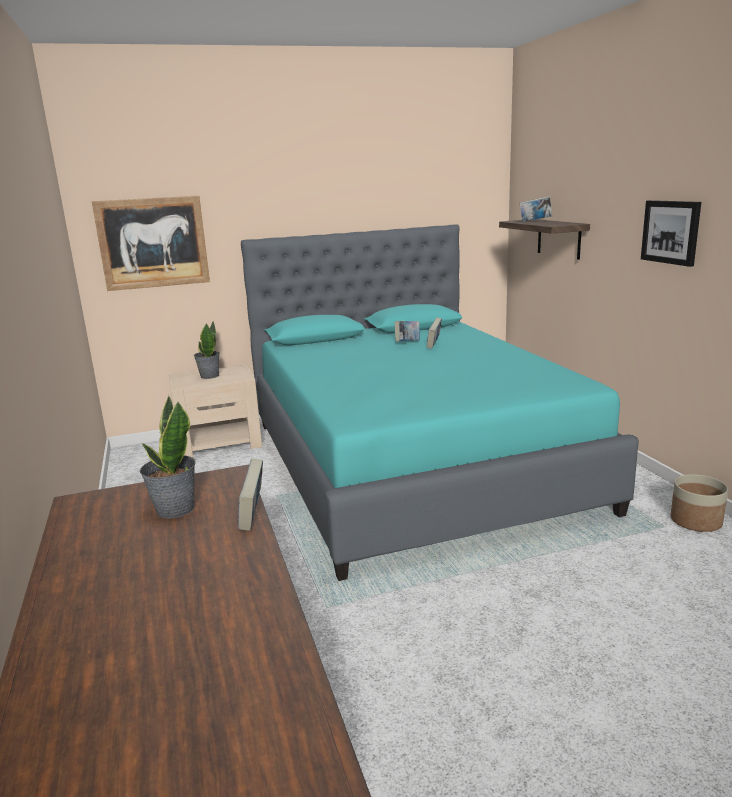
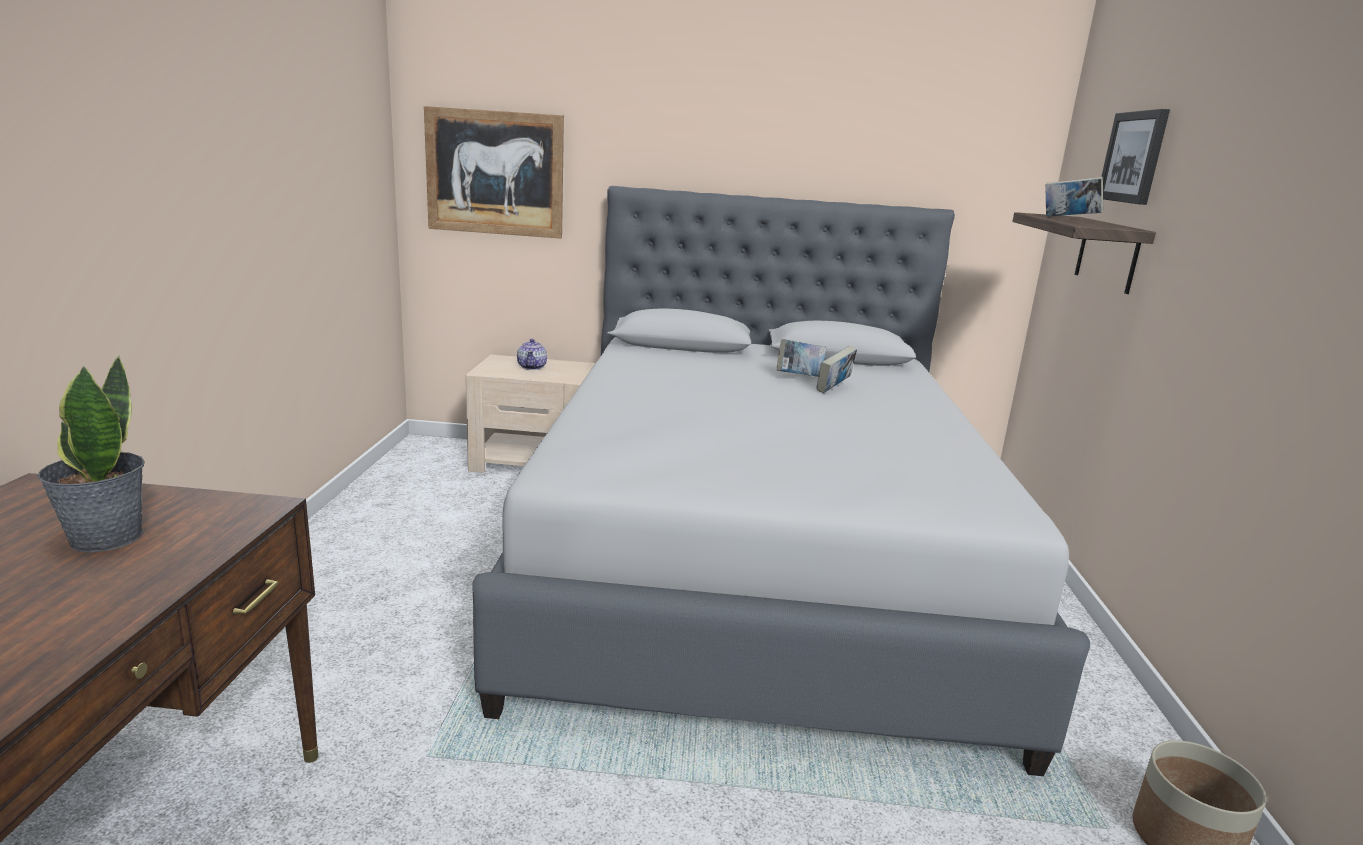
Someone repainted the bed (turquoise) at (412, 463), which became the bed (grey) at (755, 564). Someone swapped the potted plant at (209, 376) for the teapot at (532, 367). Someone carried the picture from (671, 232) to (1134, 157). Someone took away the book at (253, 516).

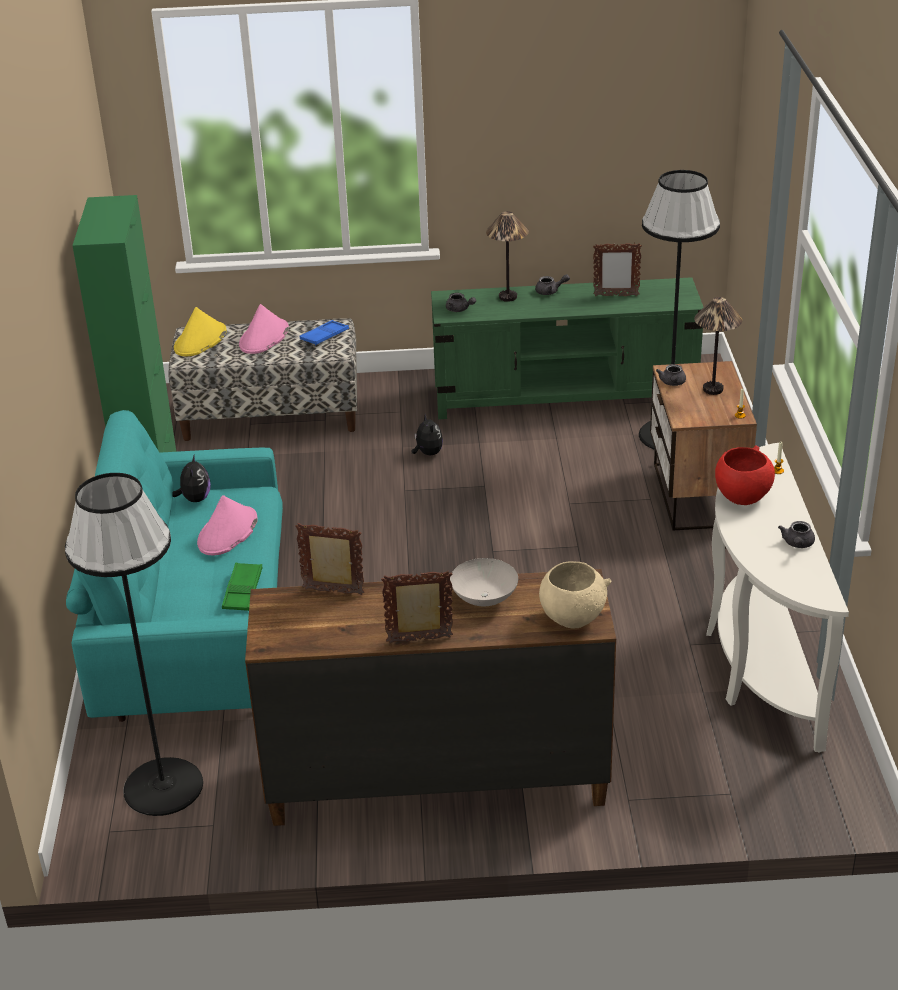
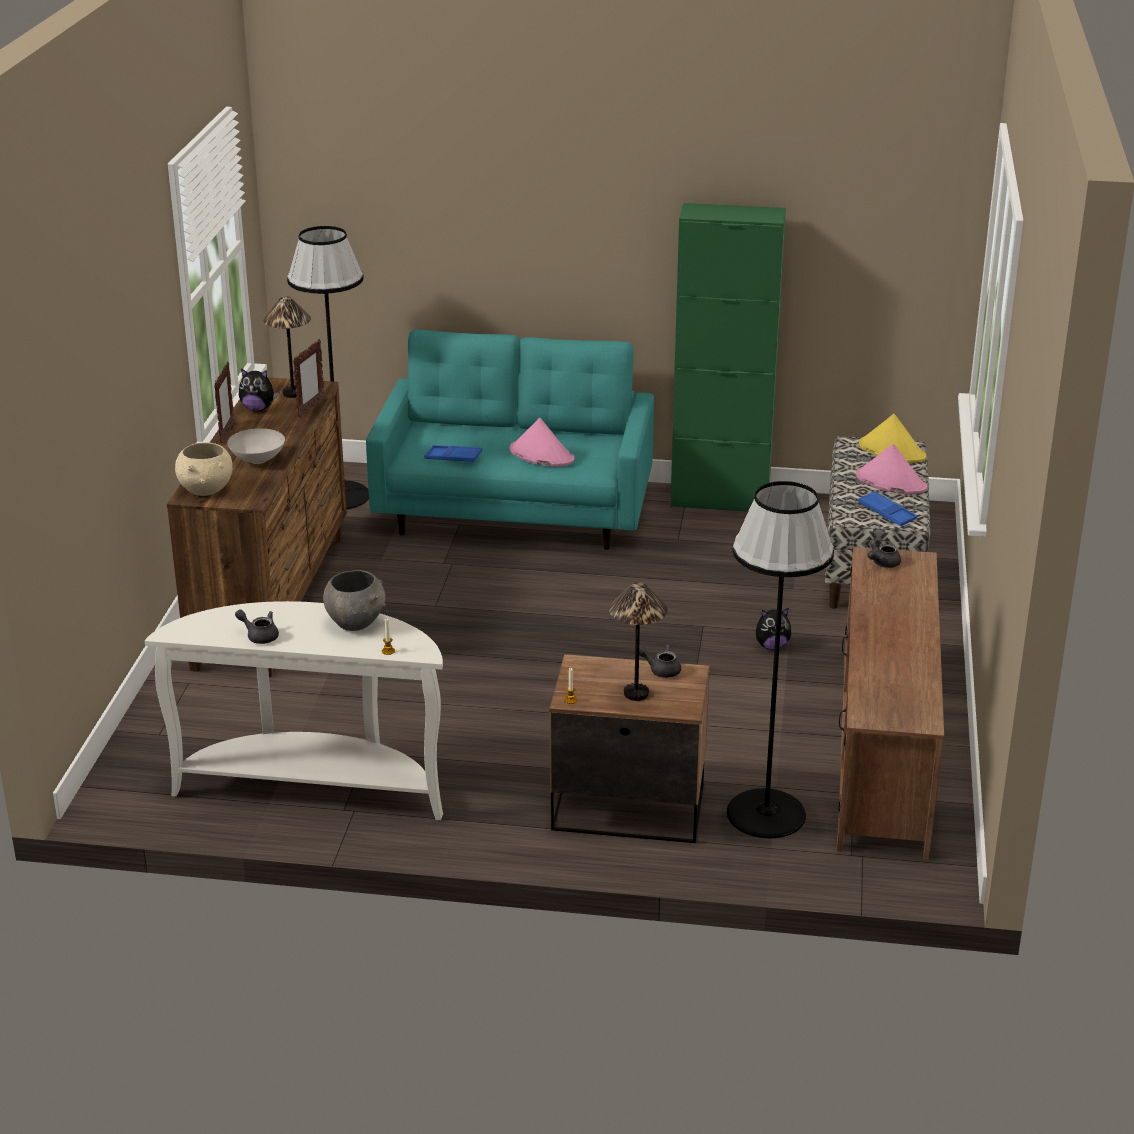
Someone carried the plush toy from (195, 499) to (258, 408). Someone carried the table lamp from (508, 297) to (292, 393). Someone repainted the bowl (red) at (742, 496), which became the bowl (grey) at (355, 622). Someone repainted the tray (green) at (243, 591), which became the tray (blue) at (453, 457). Someone repainted the tv stand (green) at (565, 395), which became the tv stand (brown) at (883, 752). Someone took away the teapot (grey) at (550, 291). Someone took away the picture frame at (615, 295).

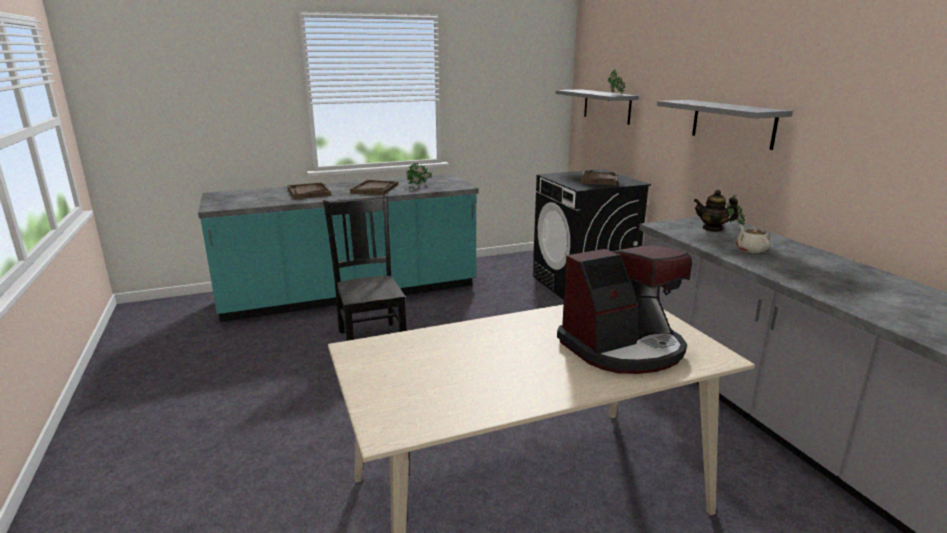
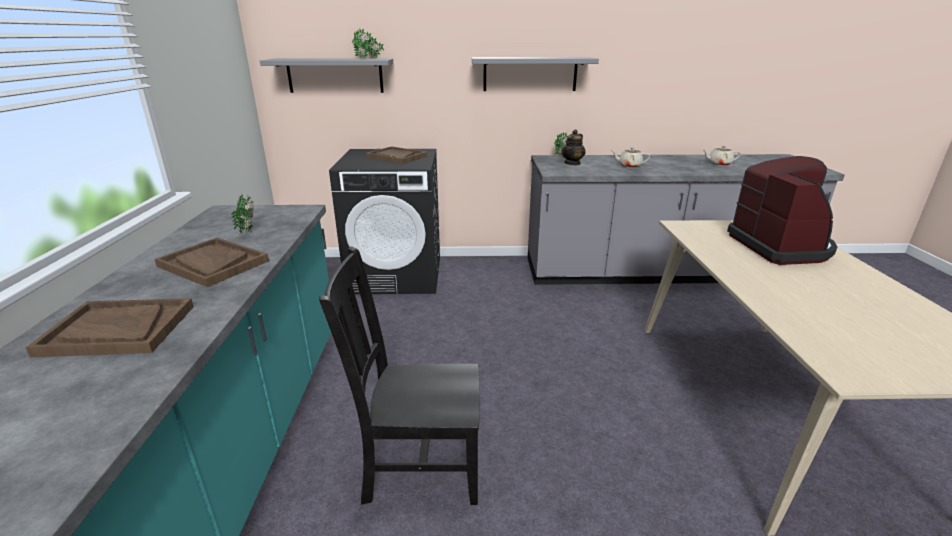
Someone put down the teapot (beige) at (719, 164).

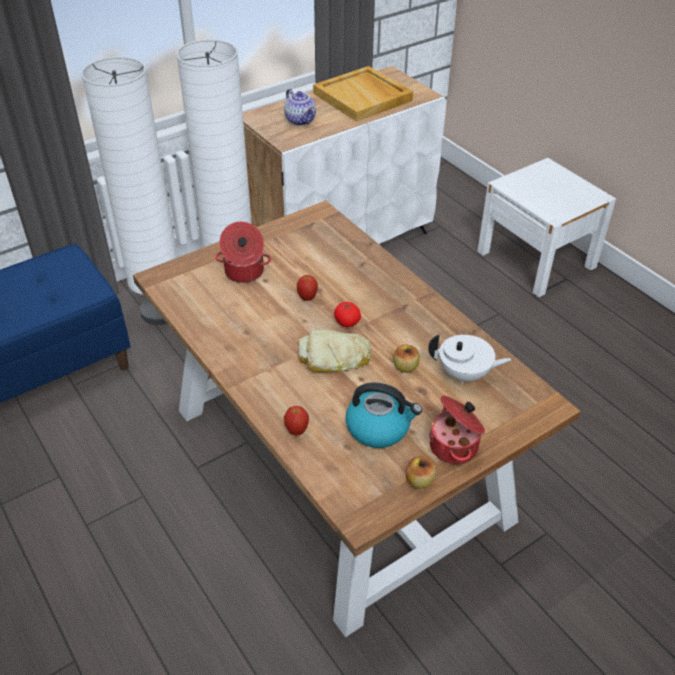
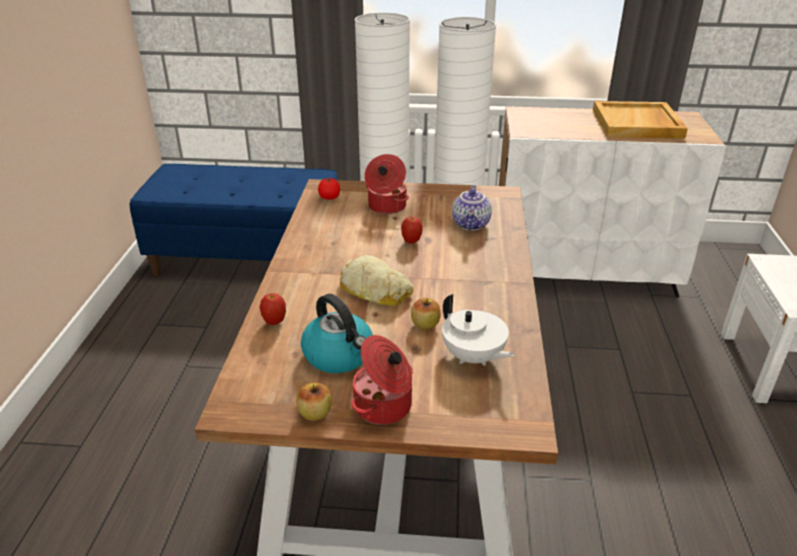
Someone carried the tomato from (347, 322) to (329, 197). Someone carried the teapot from (301, 120) to (472, 224).

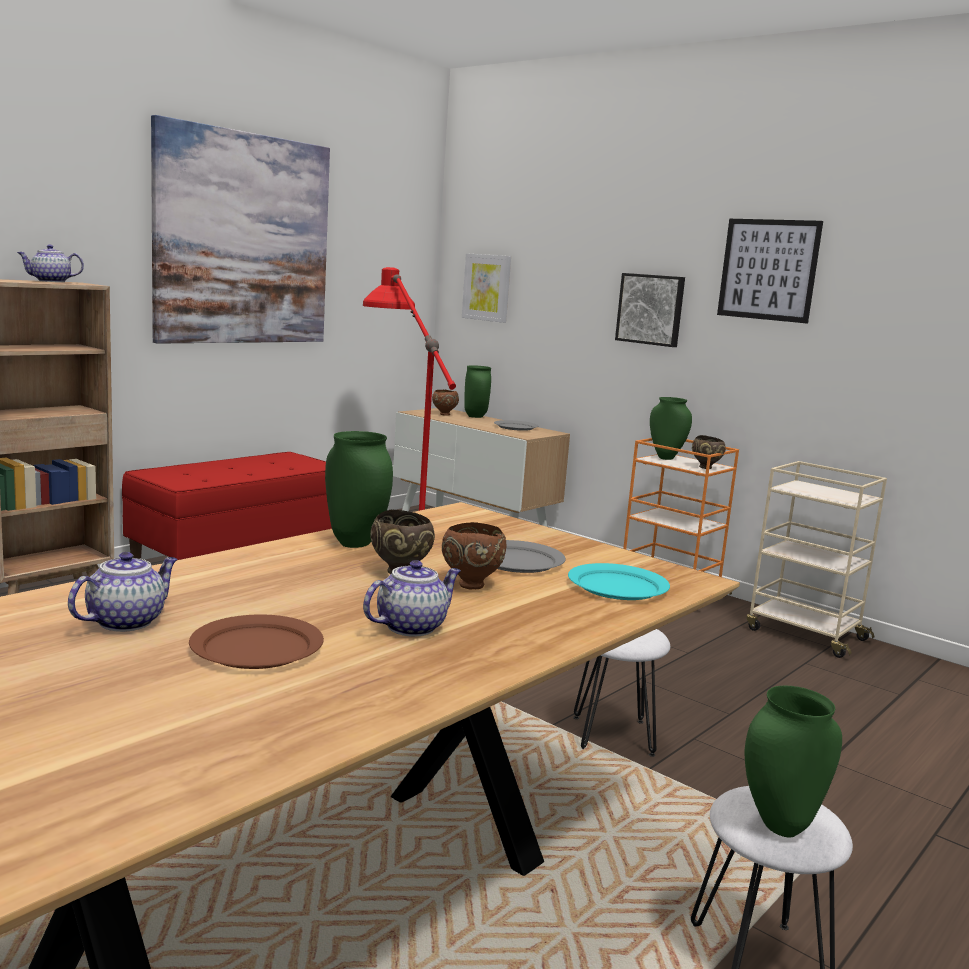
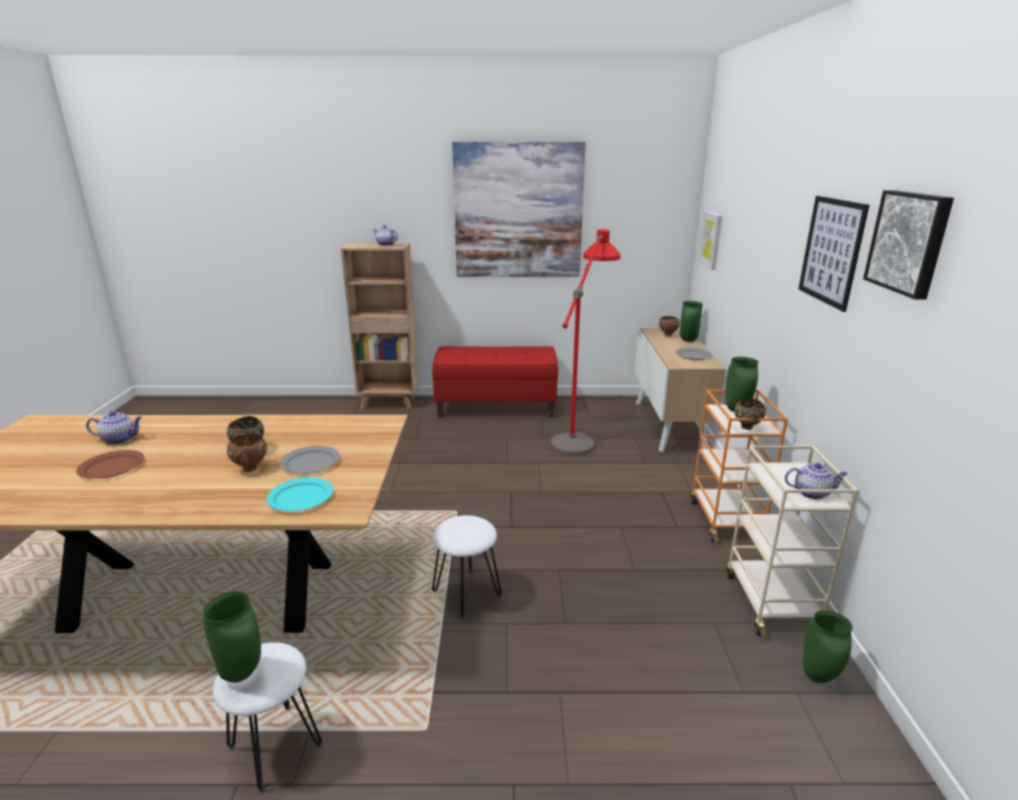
Someone carried the teapot from (412, 627) to (812, 493). Someone carried the vase (green) from (354, 544) to (817, 676). Someone carried the picture from (651, 309) to (909, 242).

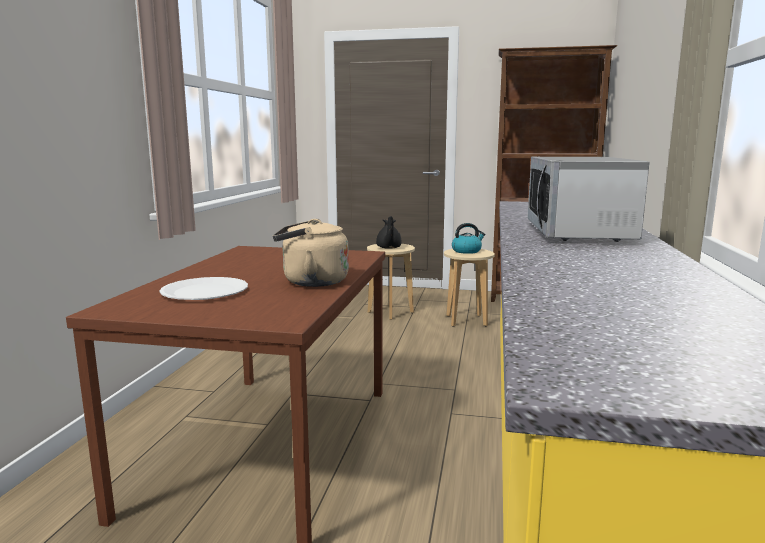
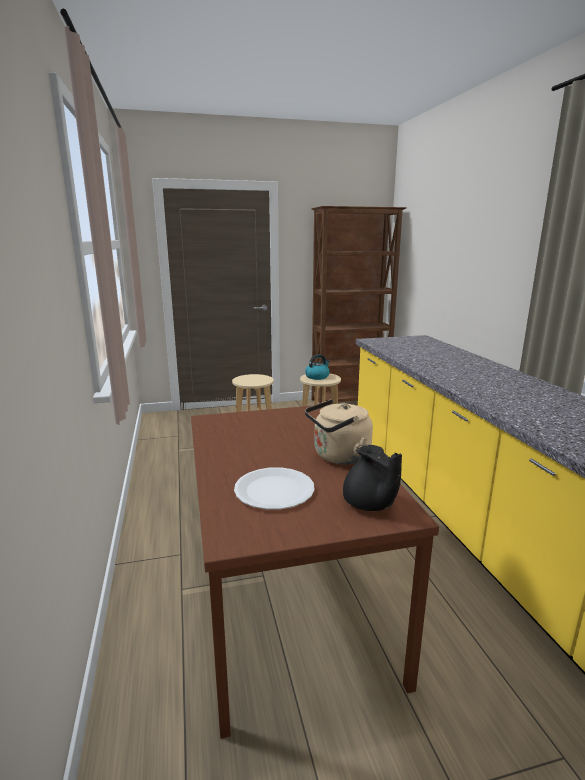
Someone carried the teapot (black) from (388, 248) to (369, 504). Someone took away the microwave at (578, 233).

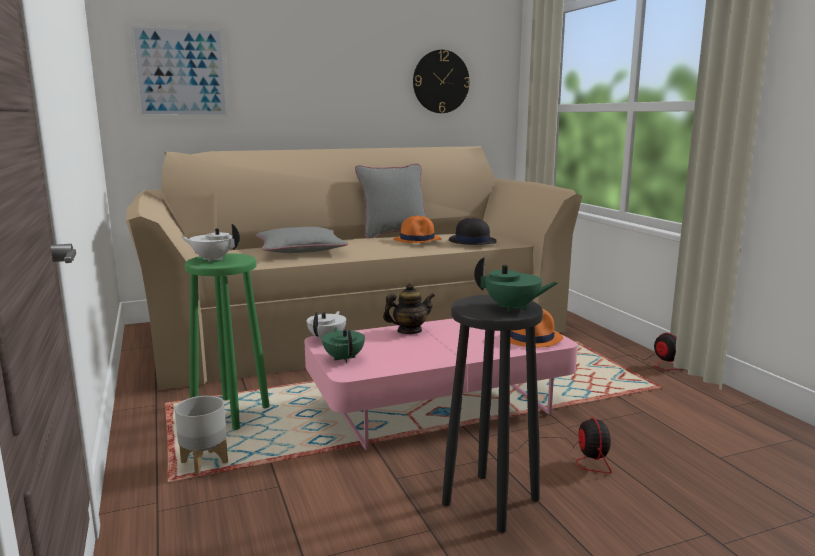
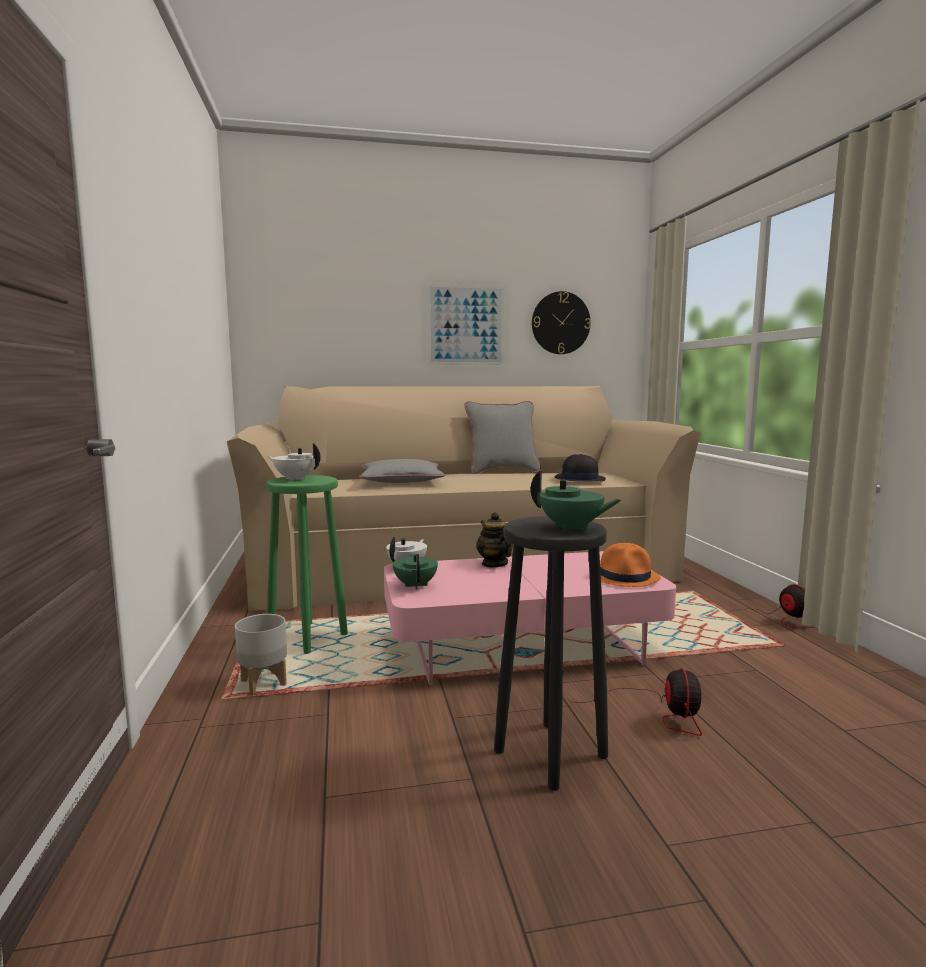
Someone carried the picture from (181, 72) to (466, 325). Someone rotated the teapot at (409, 331) by 105 degrees counterclockwise. Someone took away the hat (orange) at (417, 240).

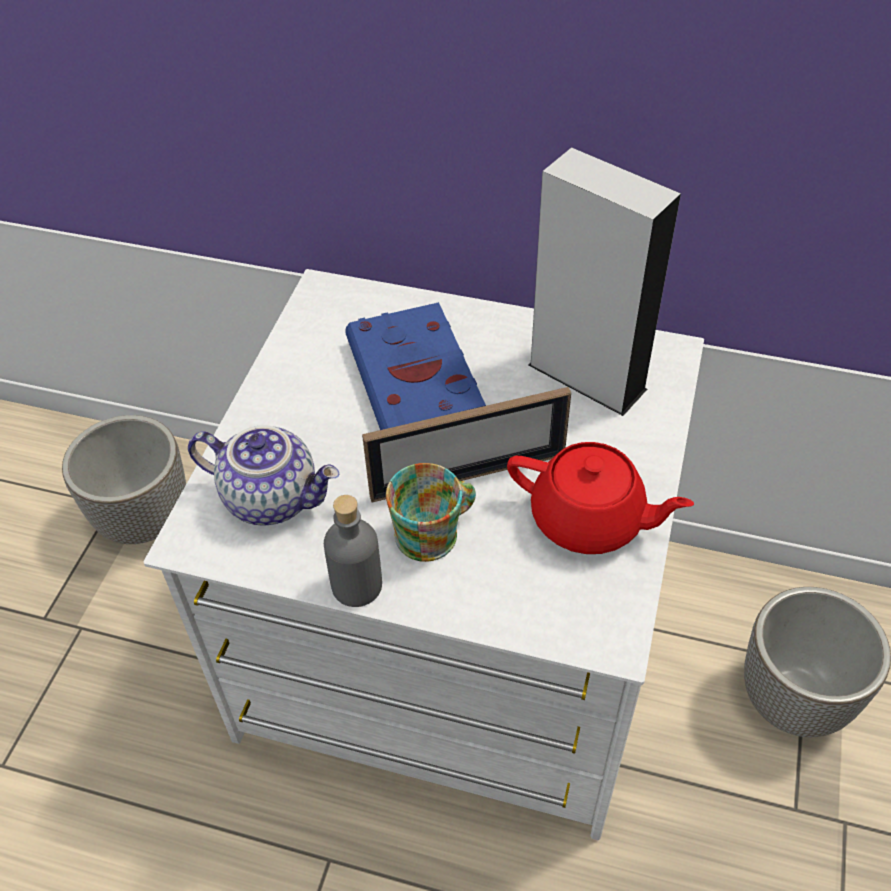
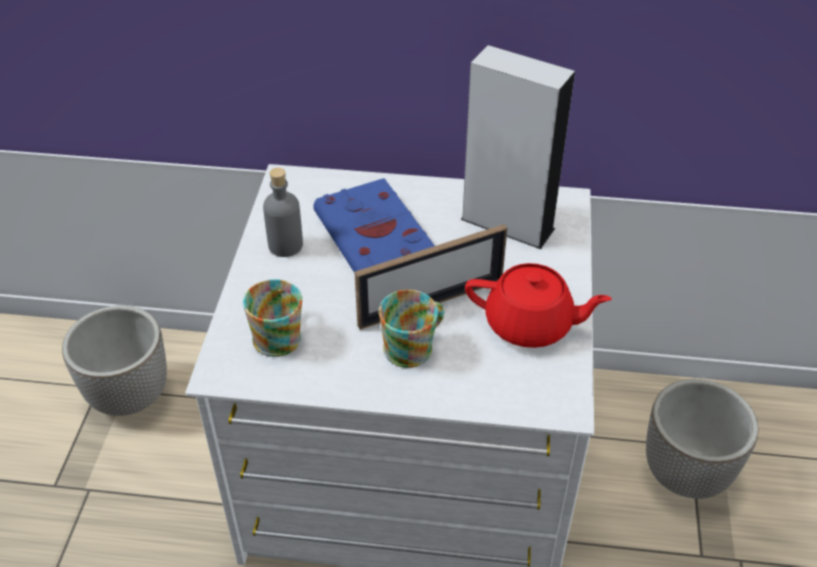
Someone swapped the teapot at (273, 497) for the mug at (280, 334). Someone carried the bottle (grey) from (357, 585) to (285, 245).

